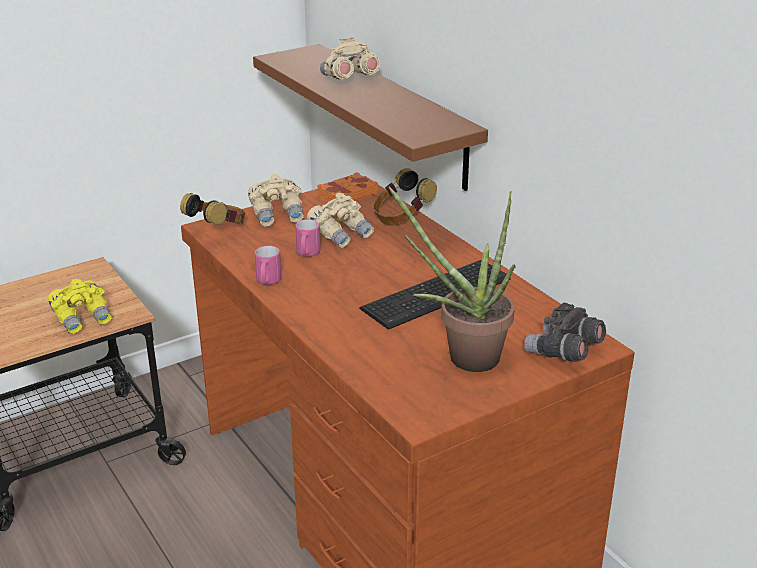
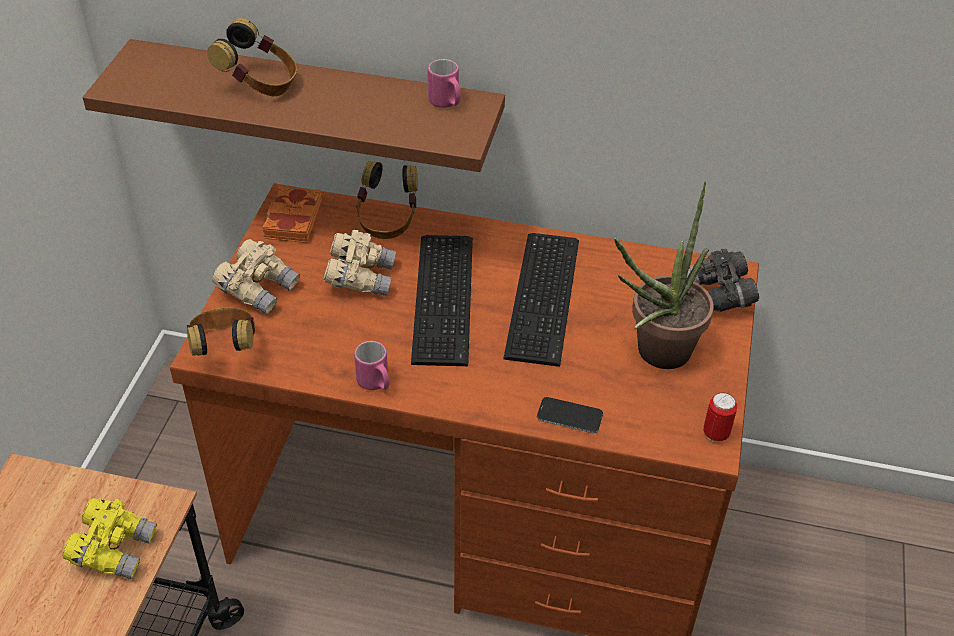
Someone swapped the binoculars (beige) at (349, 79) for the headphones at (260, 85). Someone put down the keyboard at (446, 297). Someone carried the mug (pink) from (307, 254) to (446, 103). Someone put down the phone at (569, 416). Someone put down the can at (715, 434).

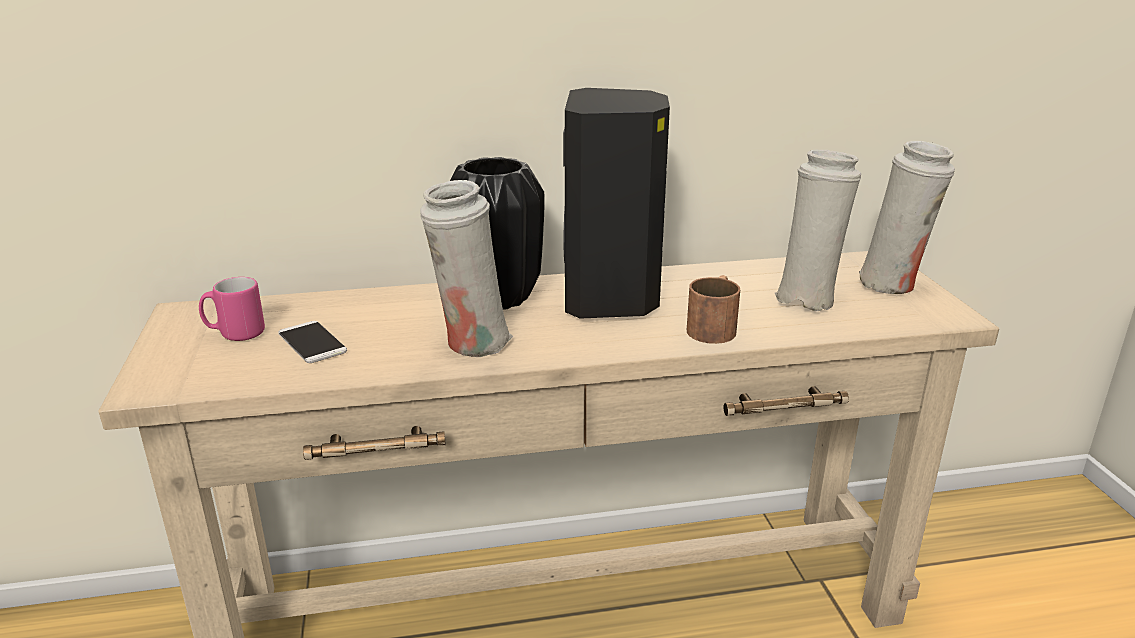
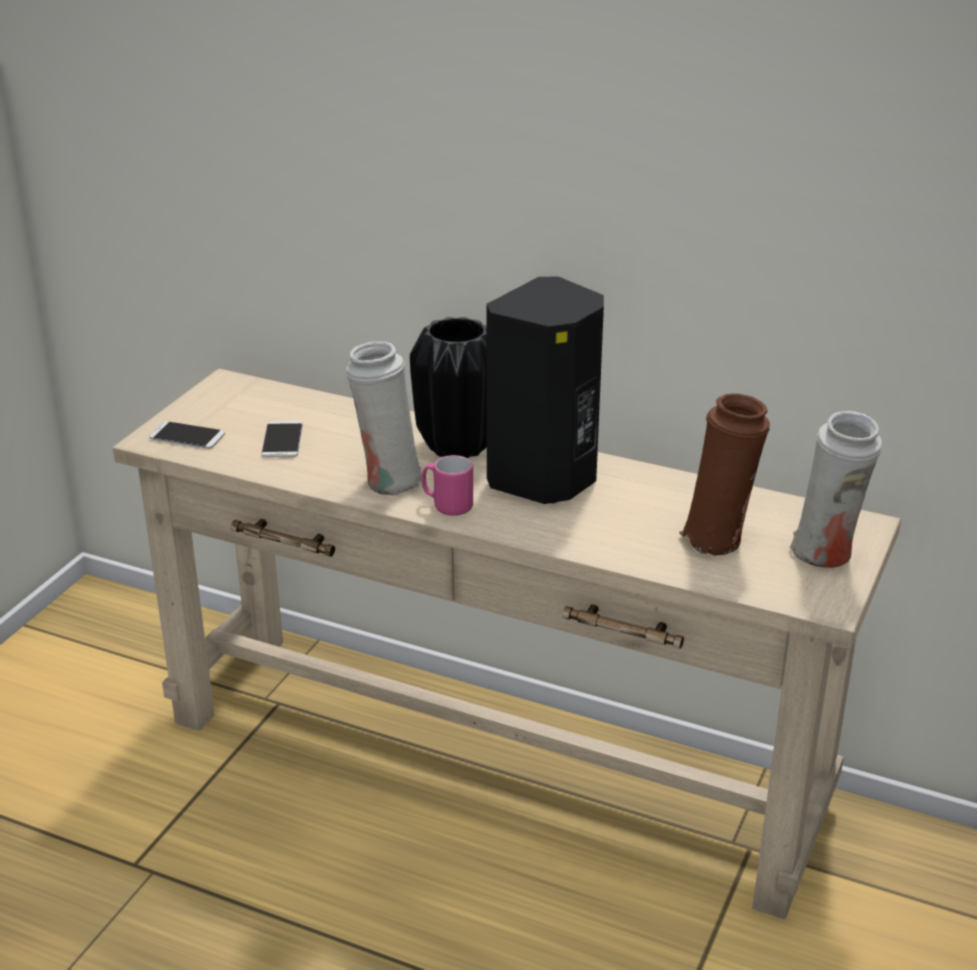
Someone put down the phone at (187, 436). Someone carried the mug (pink) from (235, 334) to (446, 506). Someone repainted the vase (white) at (807, 299), which became the vase (brown) at (718, 539). Someone took away the mug (brown) at (714, 326).

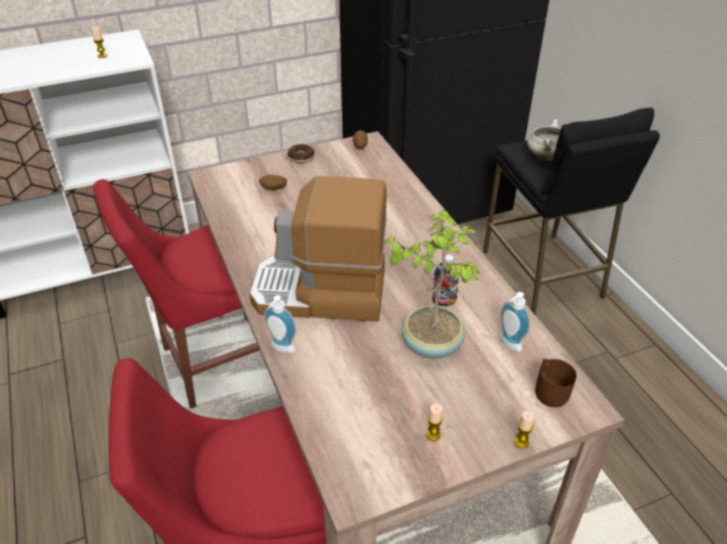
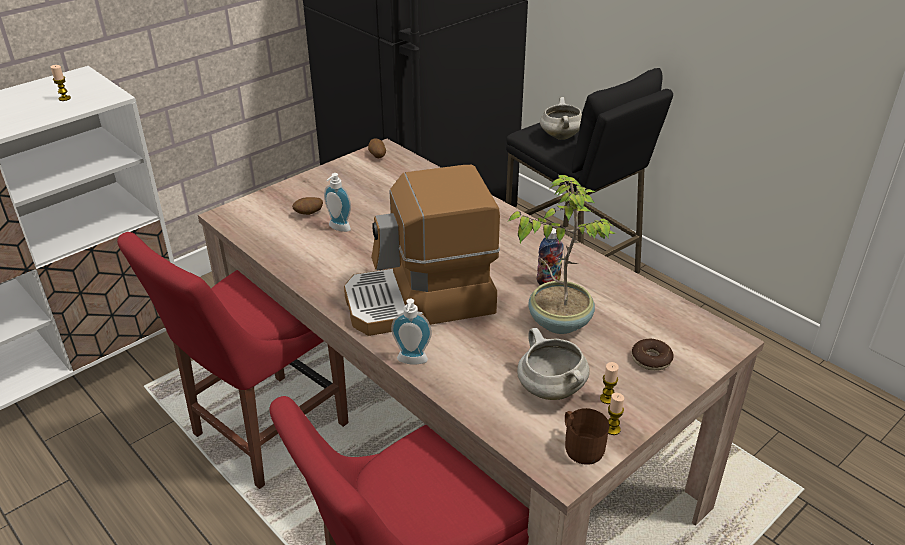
Someone carried the soap dispenser from (508, 345) to (338, 228). Someone put down the cooking pot (white) at (549, 389). Someone carried the mug (brown) from (550, 390) to (581, 446). Someone carried the candle from (521, 442) to (612, 429). Someone carried the donut from (301, 157) to (651, 360).

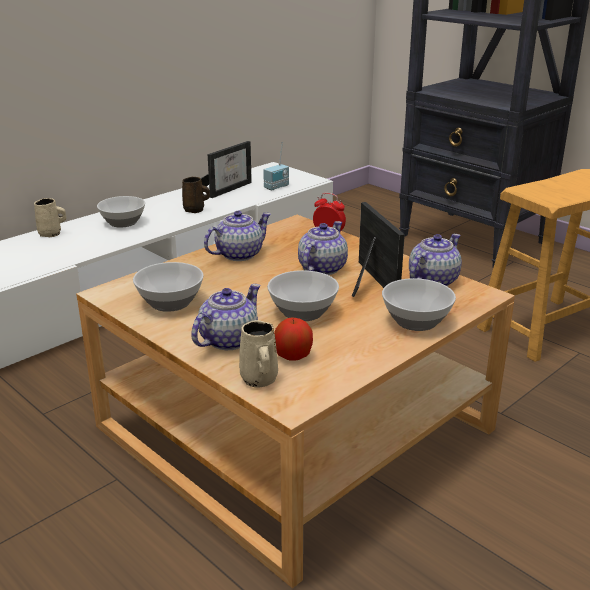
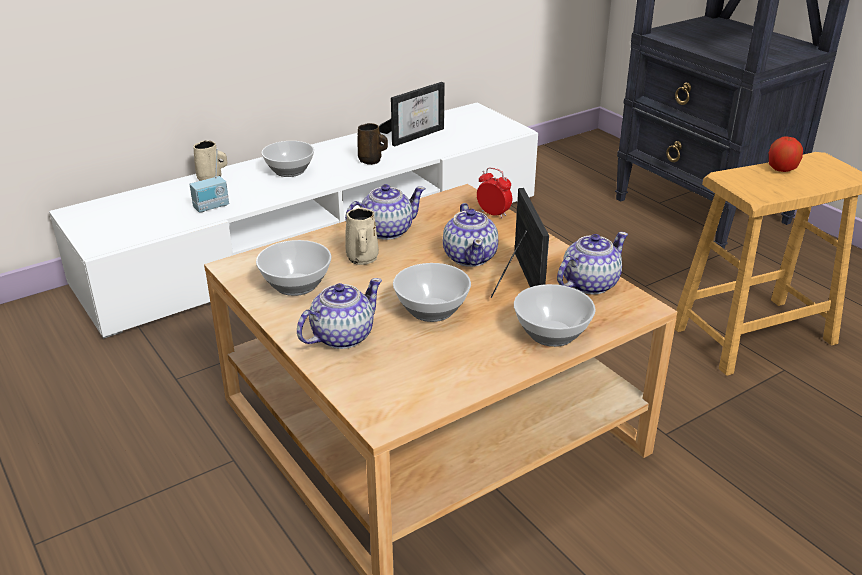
Someone carried the radio from (277, 187) to (212, 207). Someone carried the mug (beige) from (259, 380) to (362, 259). Someone rotated the teapot at (321, 268) by 135 degrees clockwise. Someone carried the apple from (293, 356) to (781, 169).

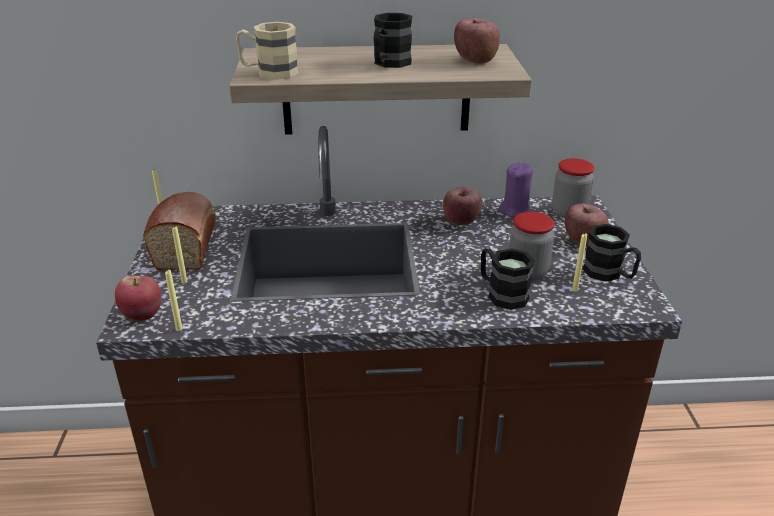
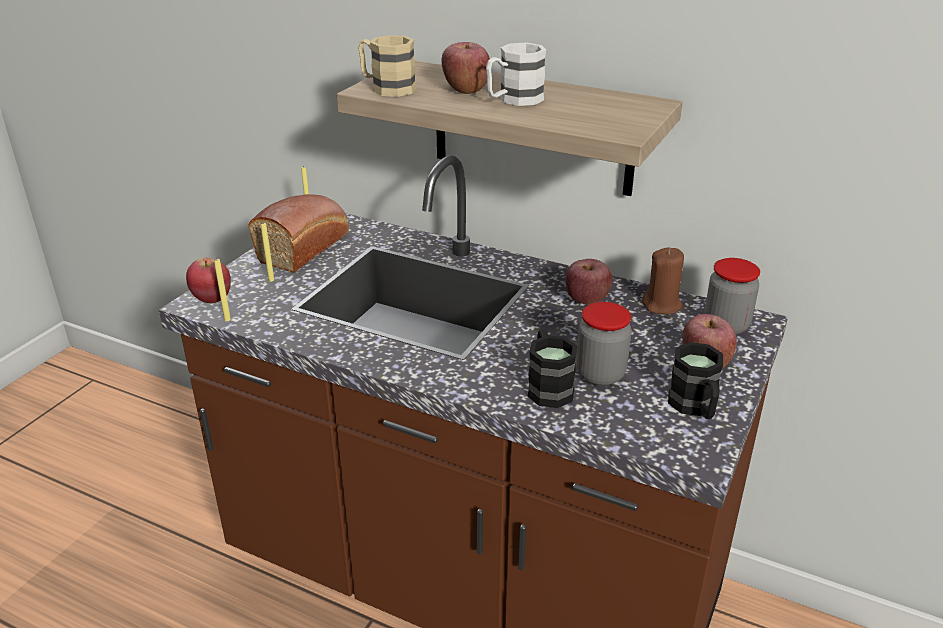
Someone carried the apple from (475, 60) to (466, 89). Someone repainted the mug (black) at (389, 64), which became the mug (white) at (513, 100). Someone repainted the candle (purple) at (515, 211), which became the candle (brown) at (662, 305). Someone took away the candle (yellow) at (575, 290).

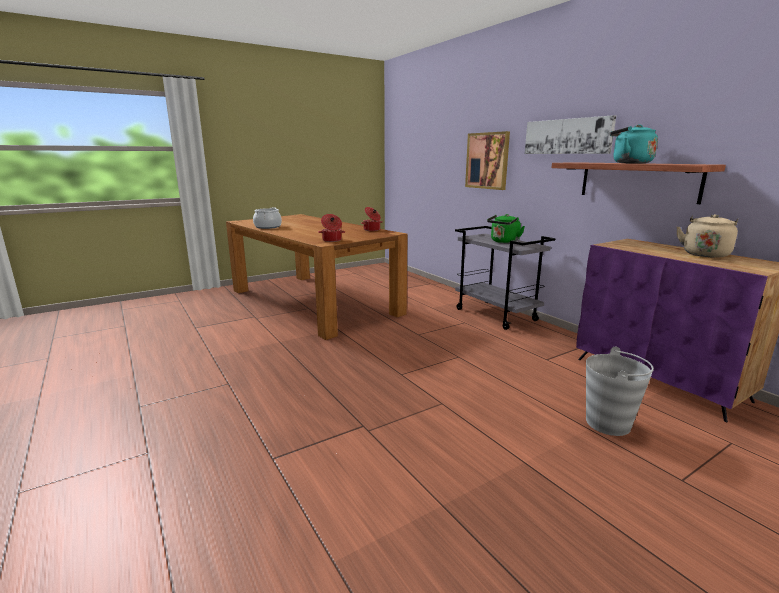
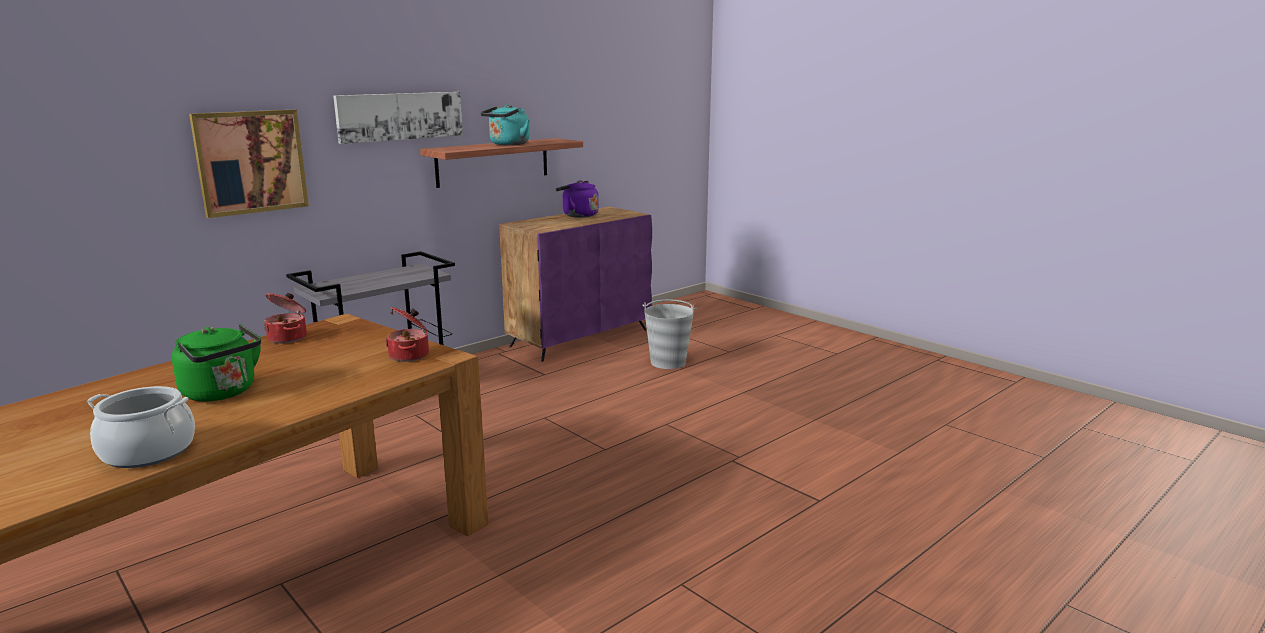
Someone carried the kettle (green) from (504, 242) to (222, 393). Someone repainted the kettle (beige) at (705, 254), which became the kettle (purple) at (578, 215).

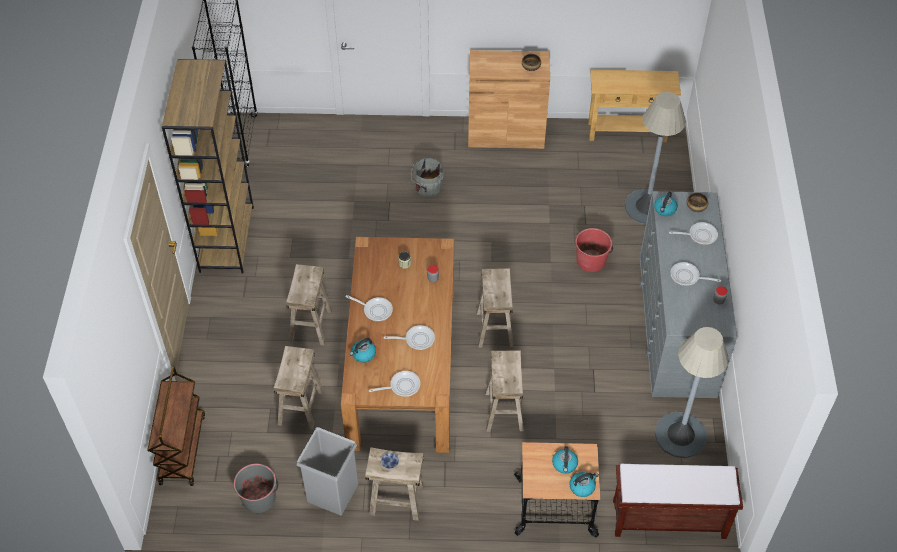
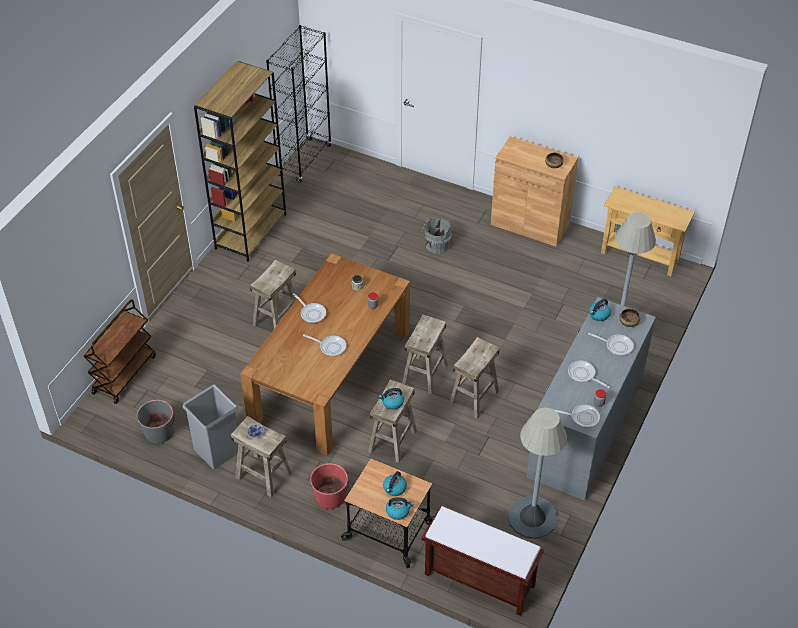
Someone carried the bucket (red) from (591, 260) to (330, 496). Someone carried the kettle from (363, 354) to (392, 402). Someone carried the stool (beige) from (300, 407) to (473, 397). Someone carried the frying pan from (402, 386) to (582, 417).

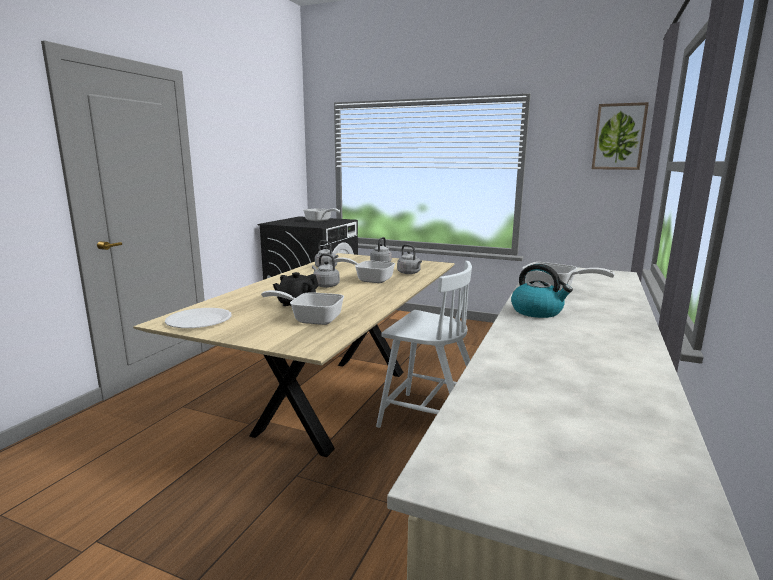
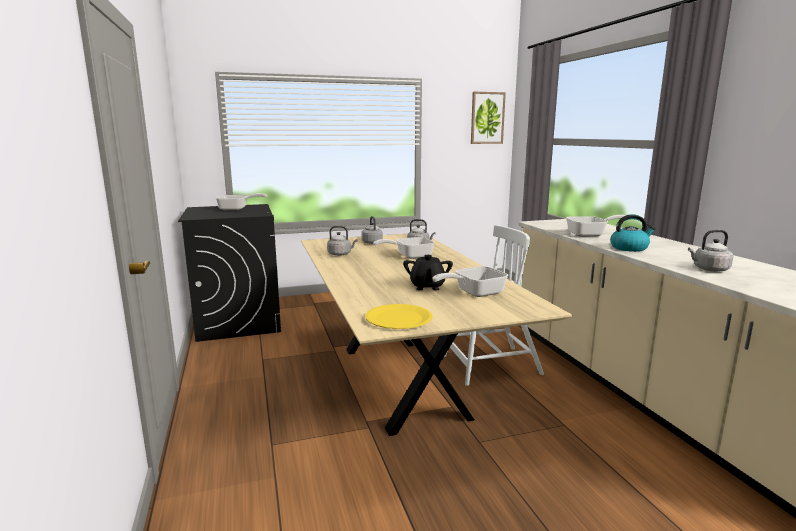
Someone repainted the plate (white) at (199, 320), which became the plate (yellow) at (398, 318). Someone carried the kettle (grey) from (325, 285) to (709, 269).

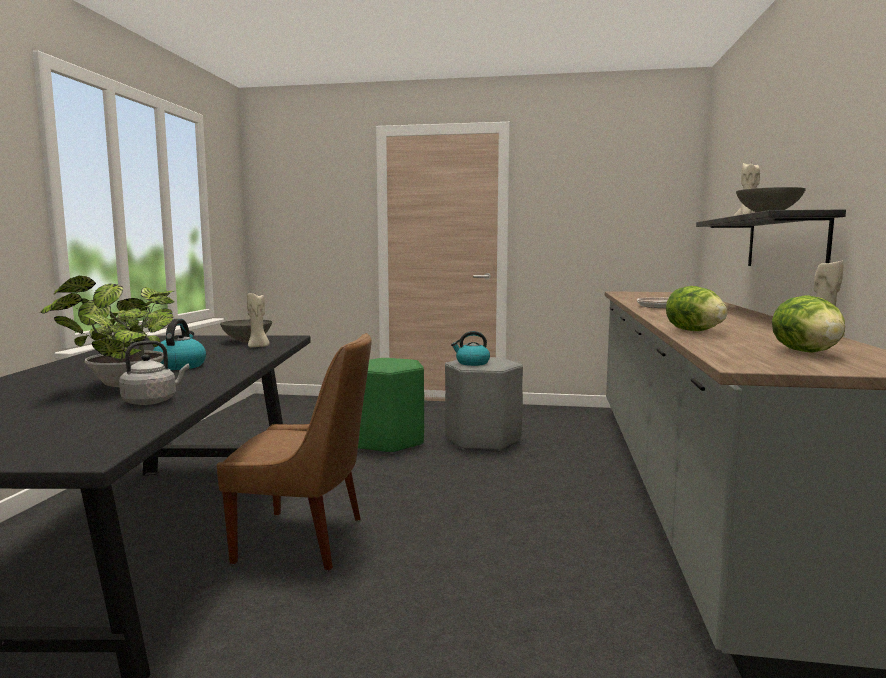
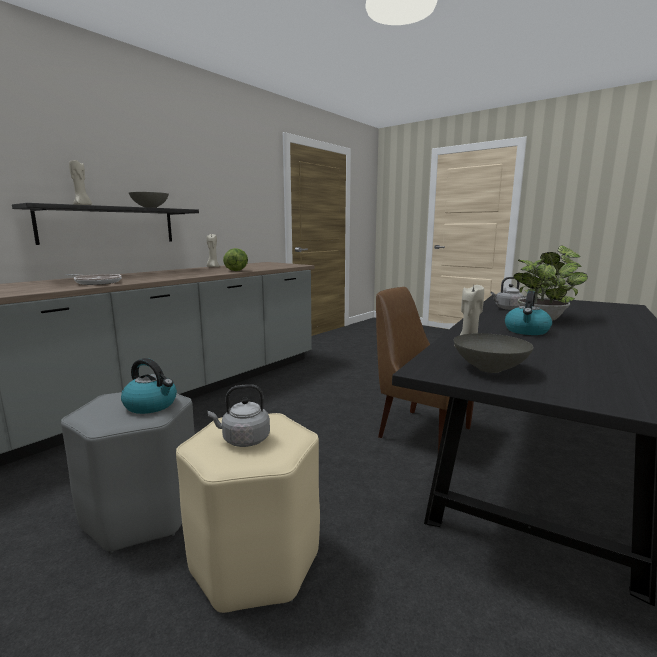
Someone repainted the stool (green) at (387, 441), which became the stool (beige) at (255, 561). Someone put down the kettle (grey) at (243, 440). Someone took away the lettuce at (806, 352).

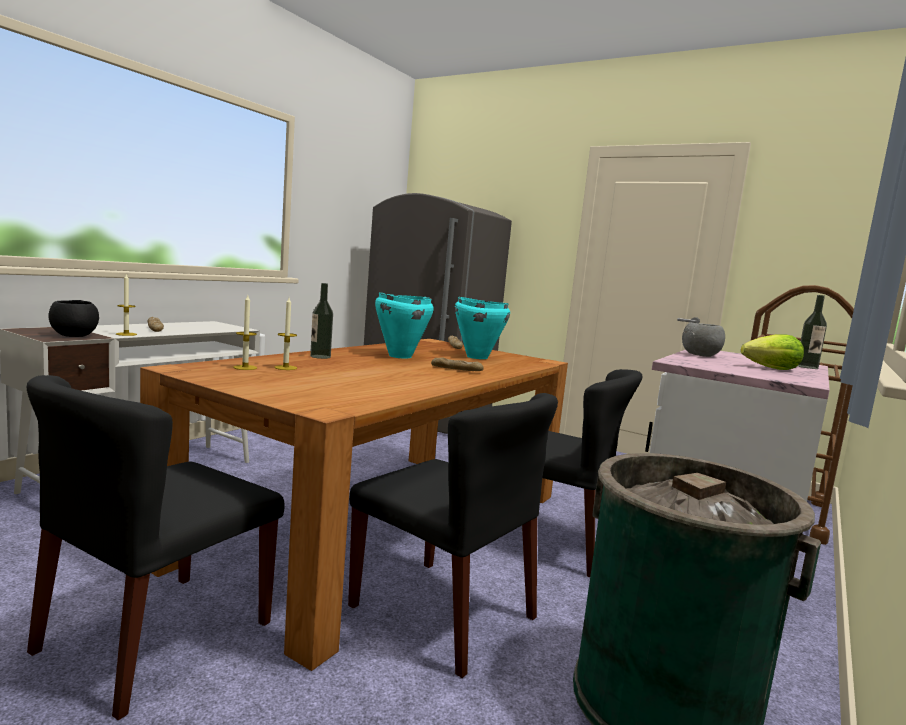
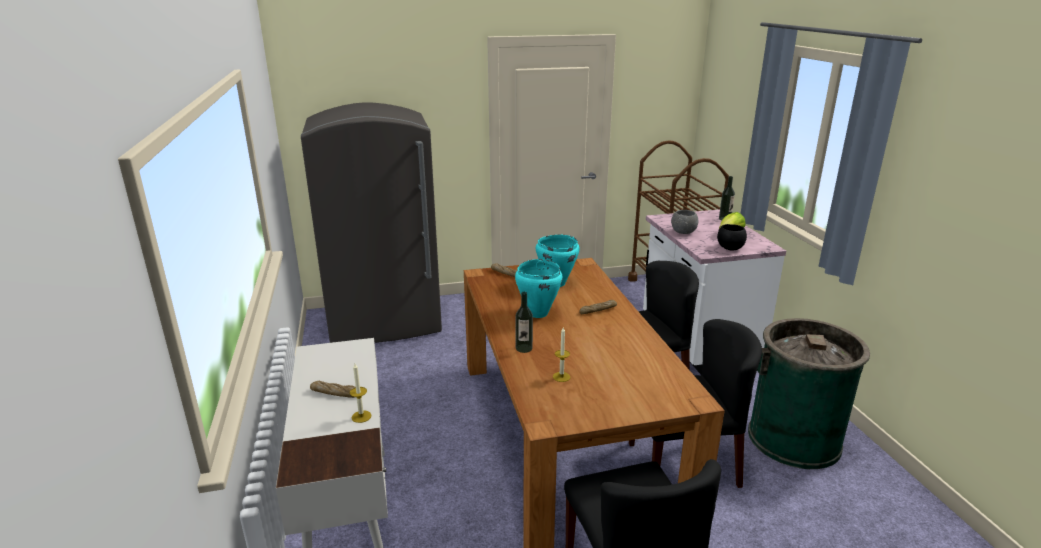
Someone carried the bowl (black) from (74, 335) to (730, 248). Someone took away the candle at (245, 367).

